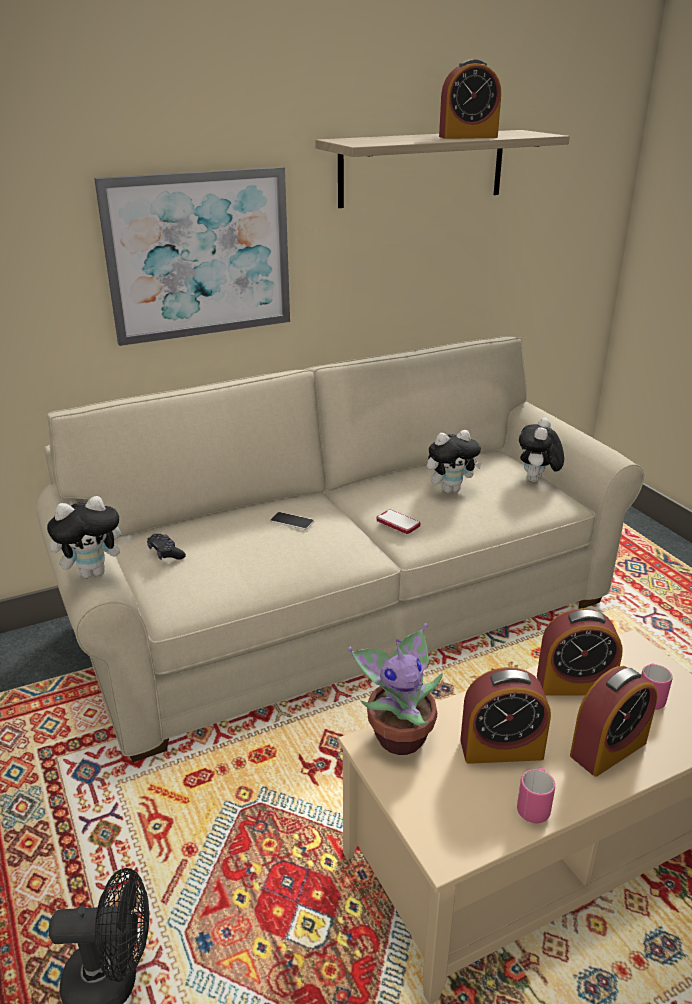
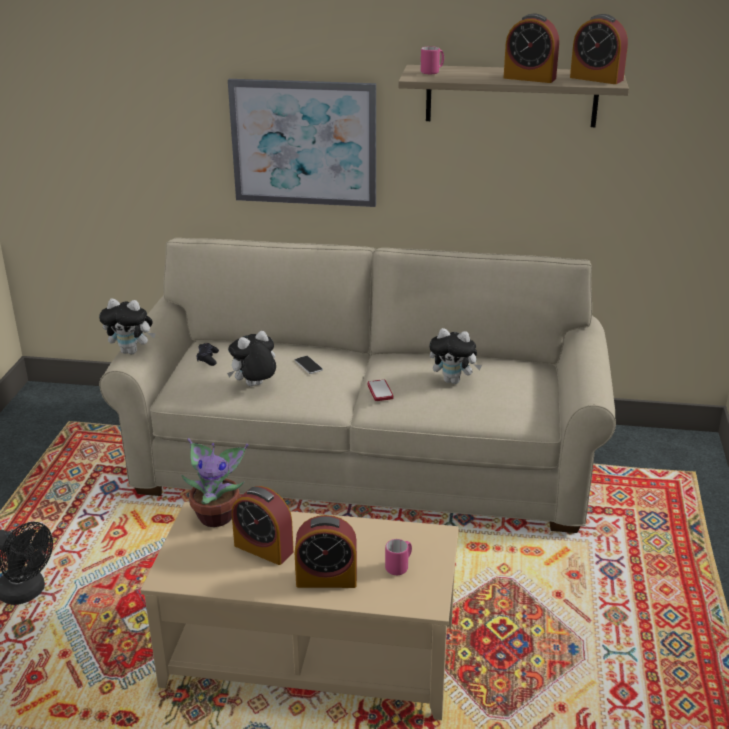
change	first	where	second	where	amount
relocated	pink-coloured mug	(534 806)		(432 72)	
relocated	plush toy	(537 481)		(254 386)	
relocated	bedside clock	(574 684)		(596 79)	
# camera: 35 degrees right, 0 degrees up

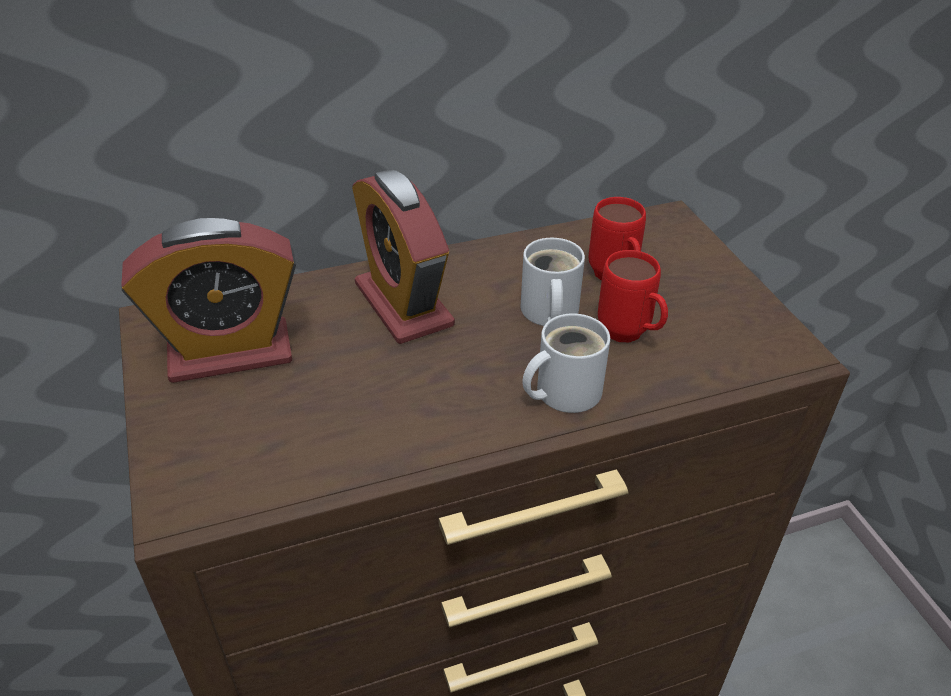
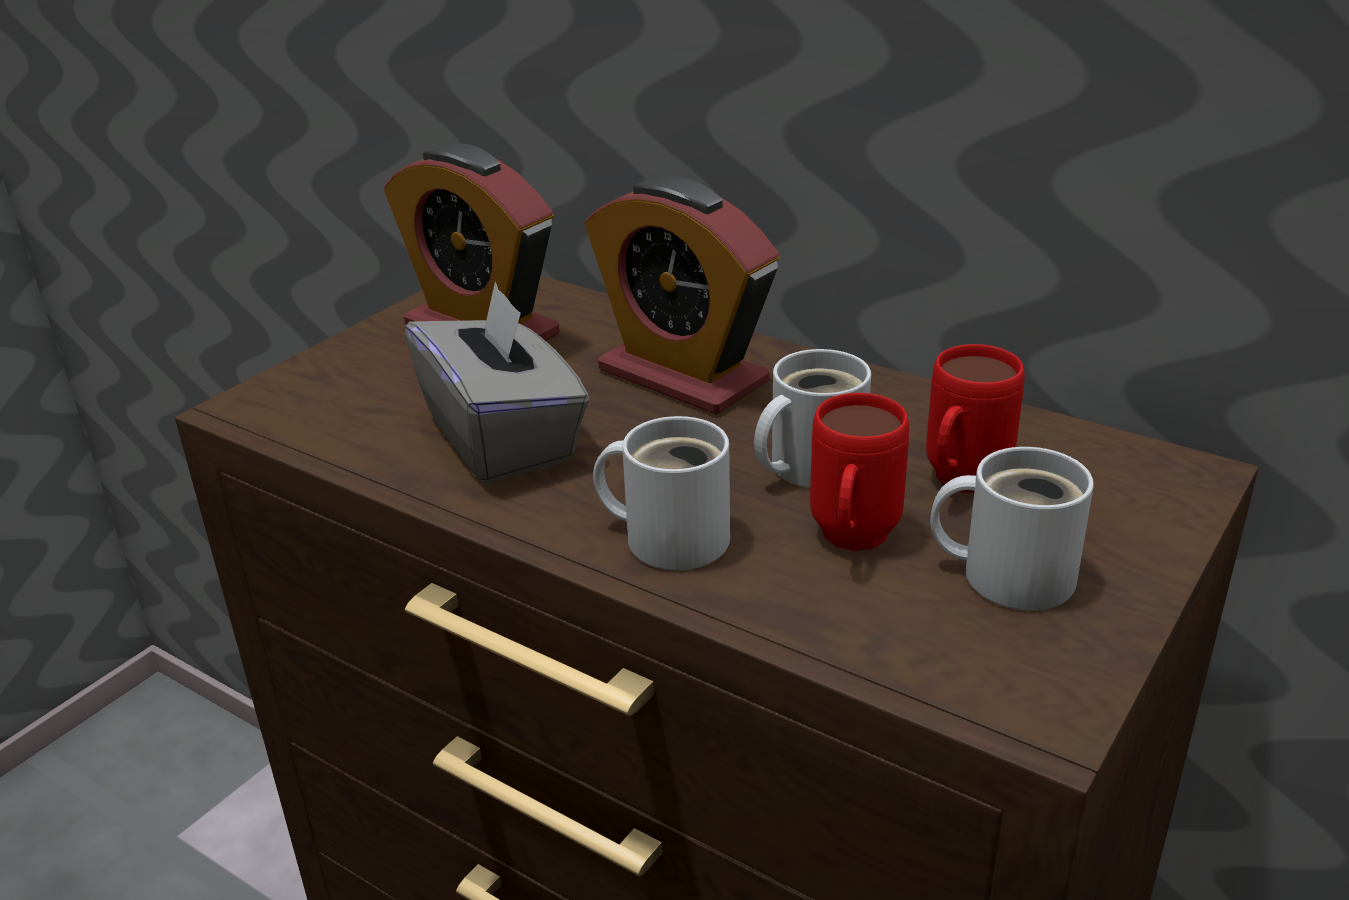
change	first	where	second	where	amount
appeared			greyish box of tissues	(503 438)	
appeared			whitish mug	(1008 573)	
spun	bedside clock	(403 305)		(682 376)	75 degrees counterclockwise
# camera: 55 degrees right, 10 degrees down

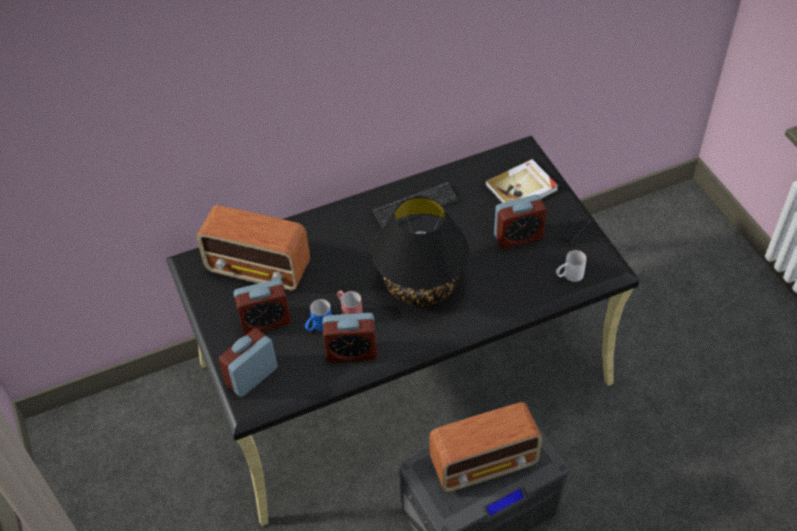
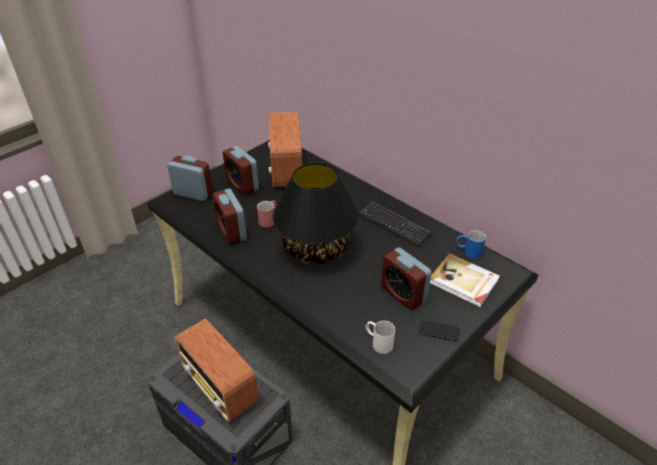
change	first	where	second	where	amount
relocated	bluish mug	(318 326)		(468 251)	
# camera: 65 degrees right, 10 degrees down

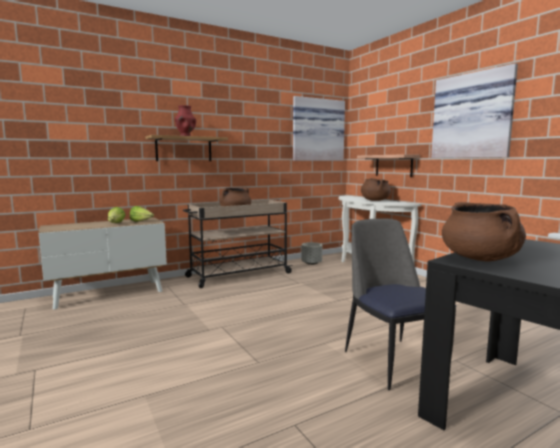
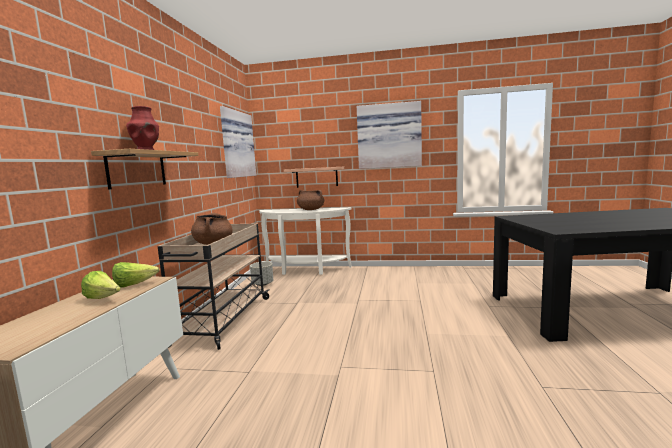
change	first	where	second	where	amount
missing	plain chair	(392 361)			
missing	brownish saucepot	(480 259)			
# camera: 50 degrees left, 0 degrees up

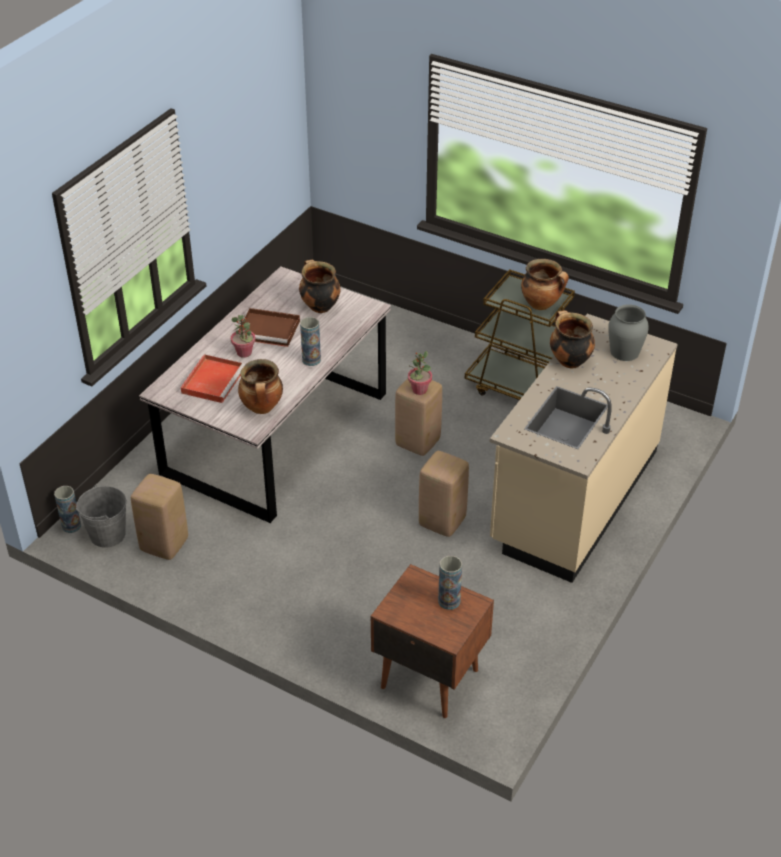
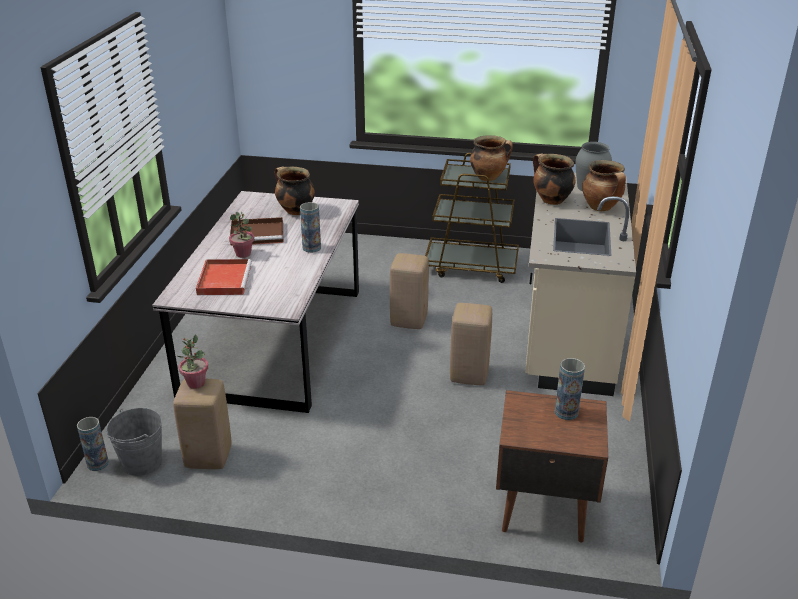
change	first	where	second	where	amount
relocated	saucepot	(262 408)		(601 207)	
relocated	plant in a pot	(419 390)		(195 383)	
# camera: 20 degrees left, 10 degrees down

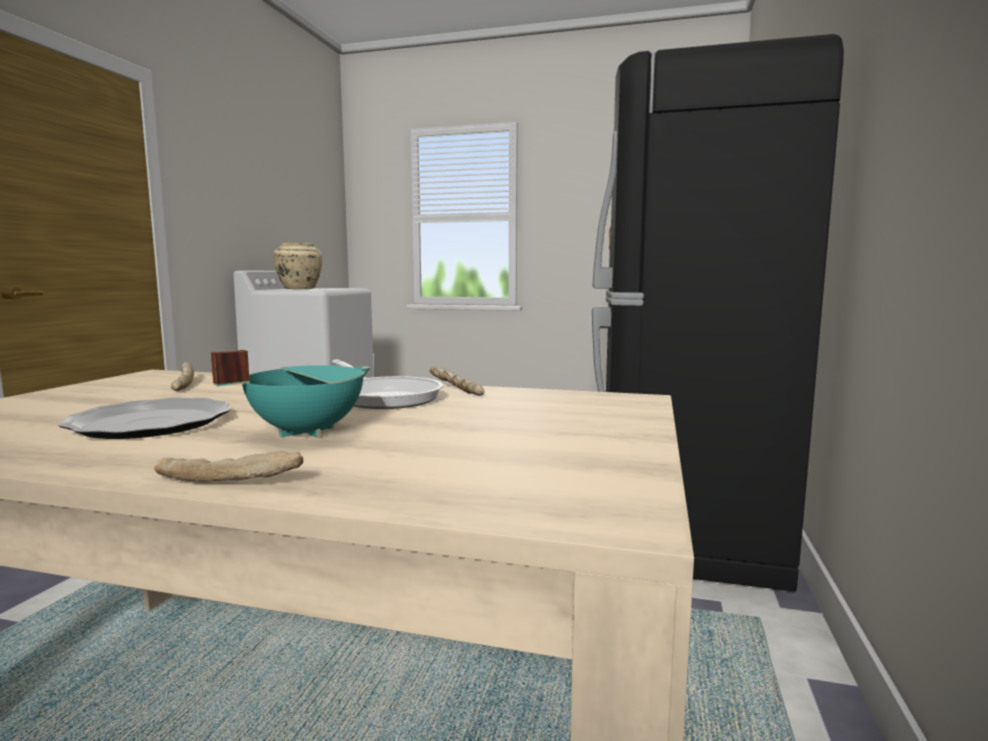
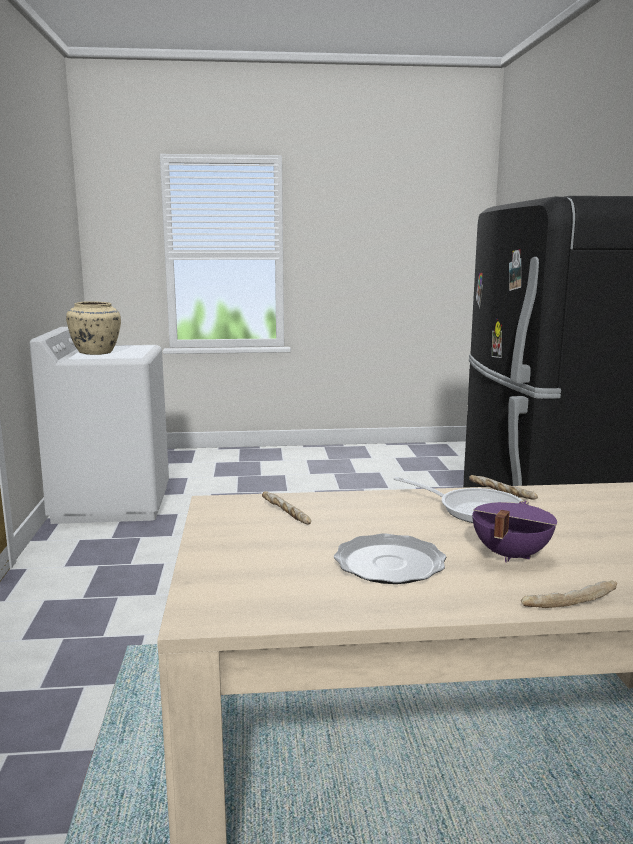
change	first	where	second	where	amount
colour	blue-green saucepot	(305 431)	purplish saucepot	(509 555)	
# camera: 20 degrees left, 5 degrees up

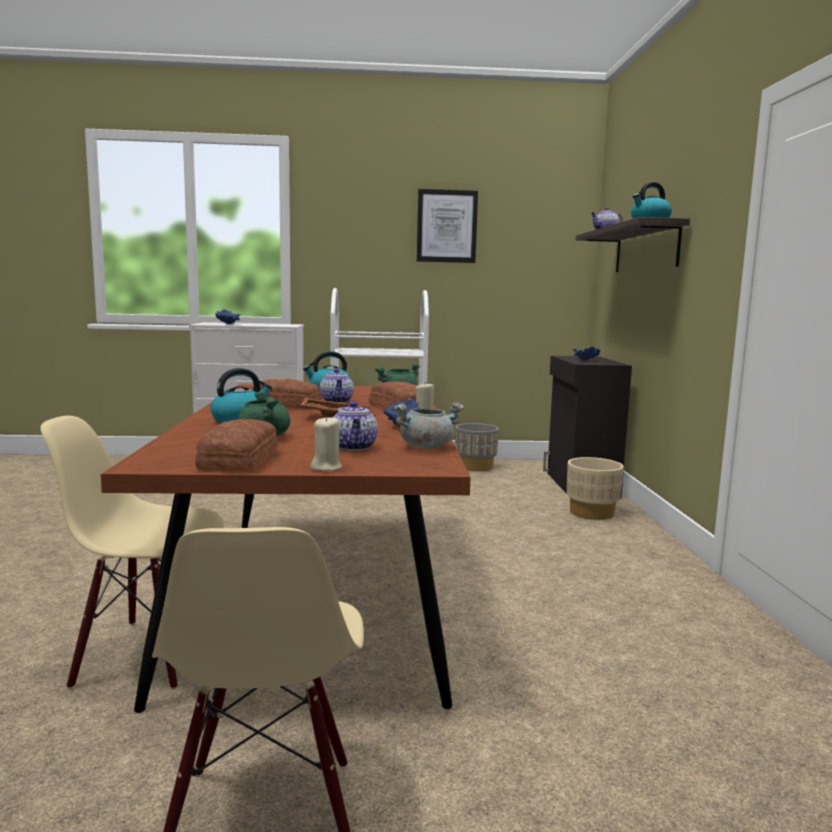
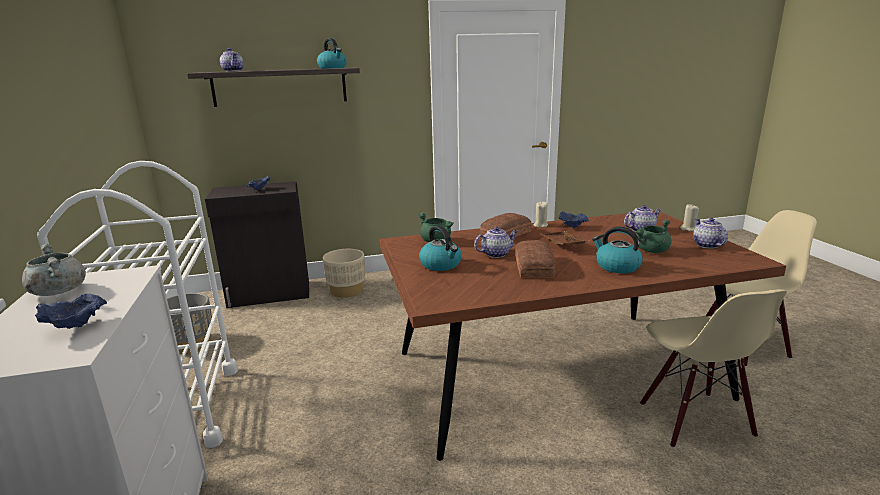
change	first	where	second	where	amount
missing	wall picture	(446 226)			
relocated	greyish saucepot	(426 447)		(58 291)	
exchanged	bakery bread	(241 459)	tea pot	(706 245)	
# camera: 100 degrees left, 10 degrees up

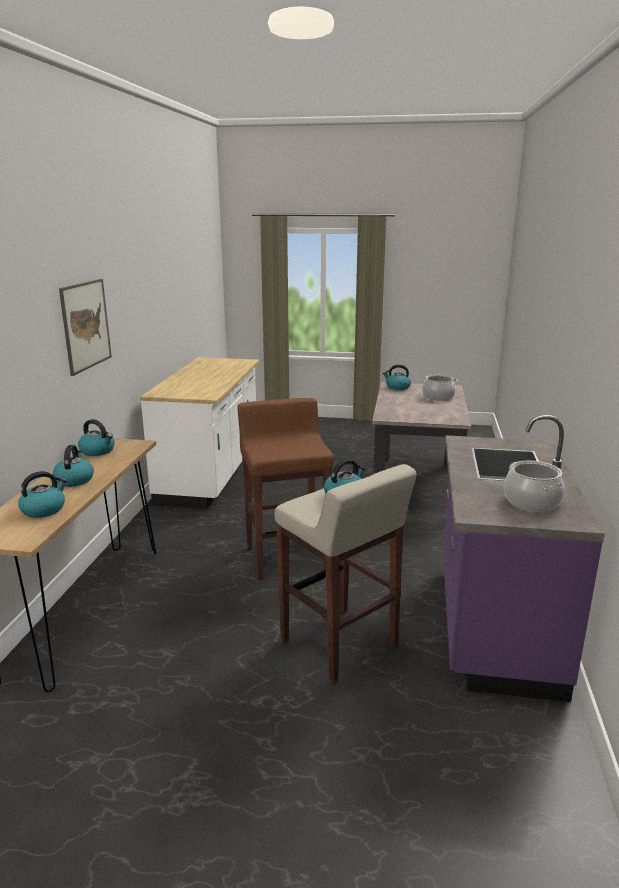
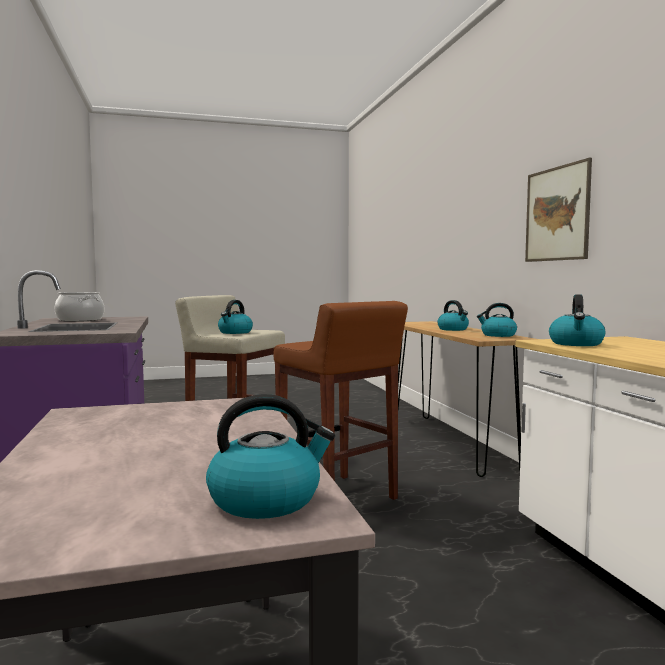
change	first	where	second	where	amount
missing	saucepot	(438 397)			
relocated	kettle	(44 509)		(576 344)	
# camera: 155 degrees right, 15 degrees down

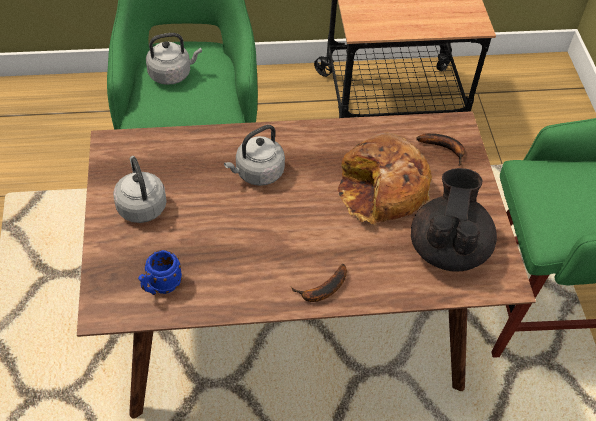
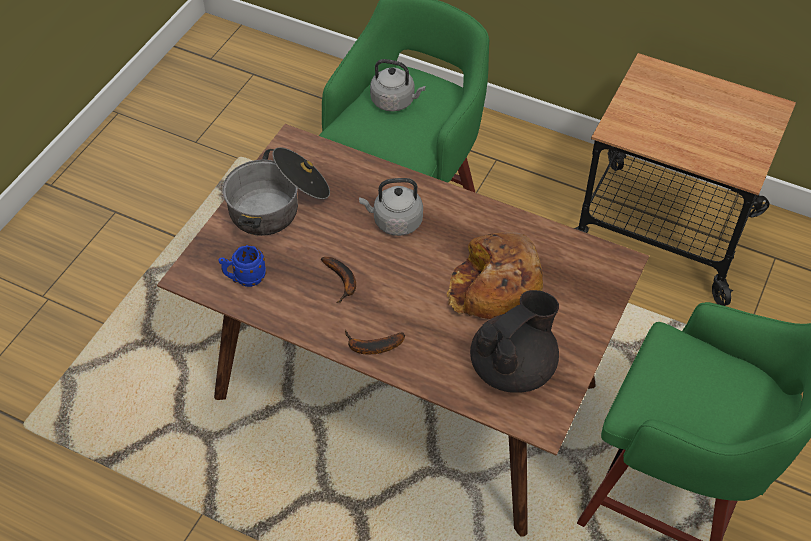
change	first	where	second	where	amount
relocated	banana	(445 149)		(342 281)	
exchanged	greyish kettle	(141 205)	saucepot	(278 205)	
# camera: 35 degrees right, 0 degrees up

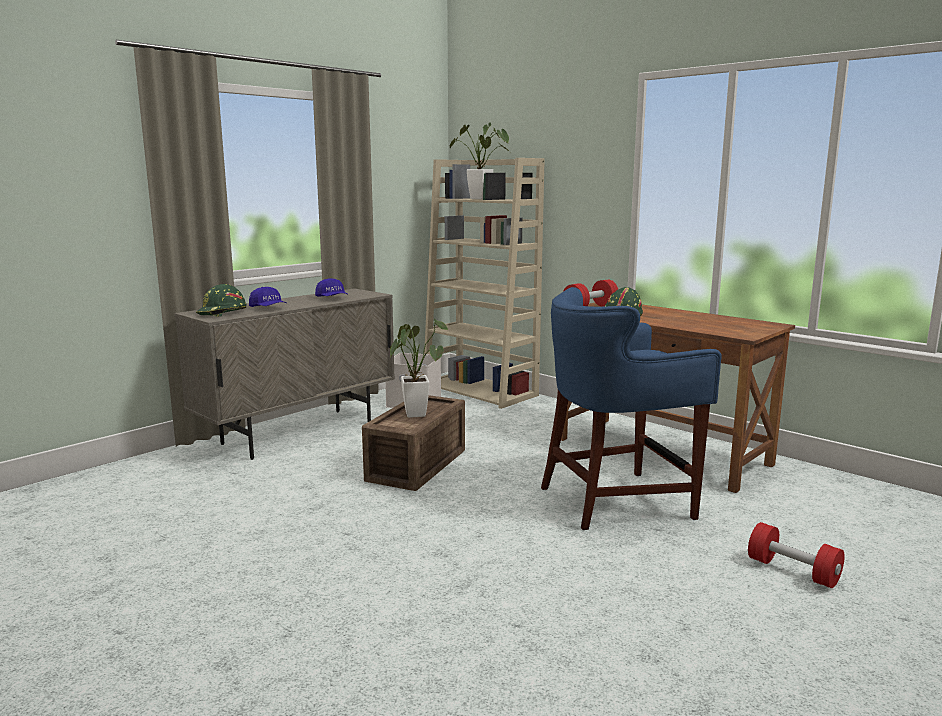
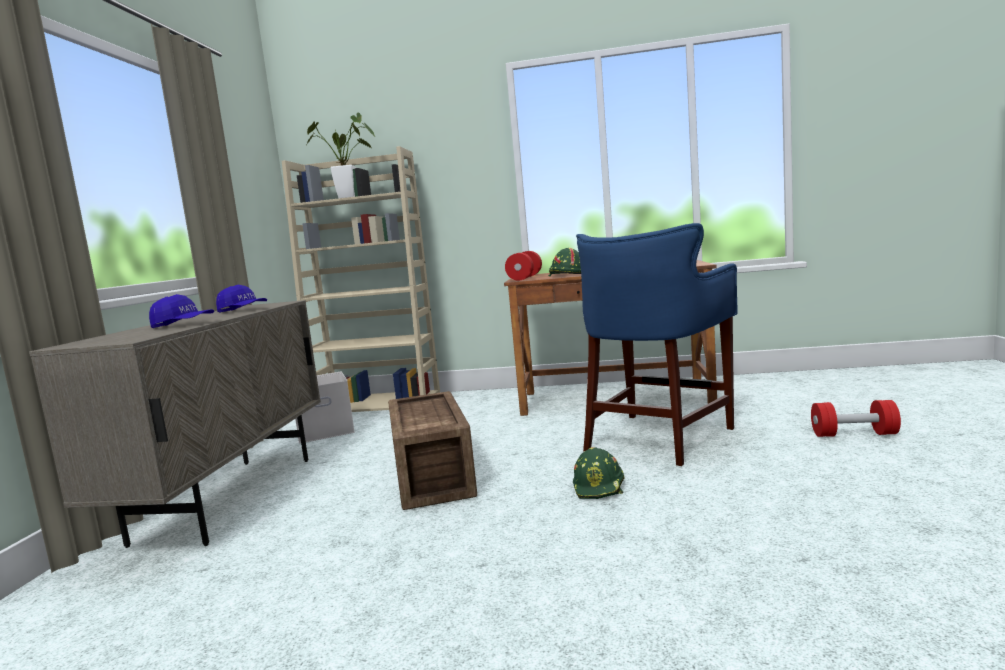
change	first	where	second	where	amount
missing	plant in a pot	(415 412)			
relocated	greenish hard hat	(222 313)		(599 487)	
# camera: 35 degrees left, 5 degrees down

